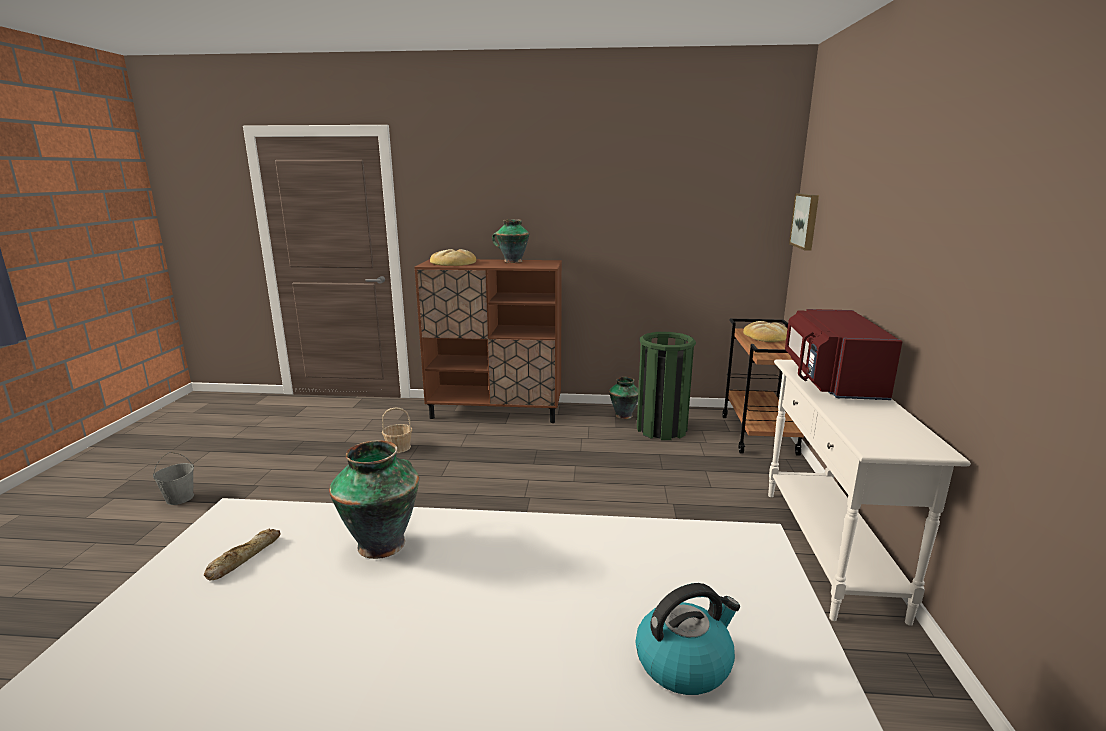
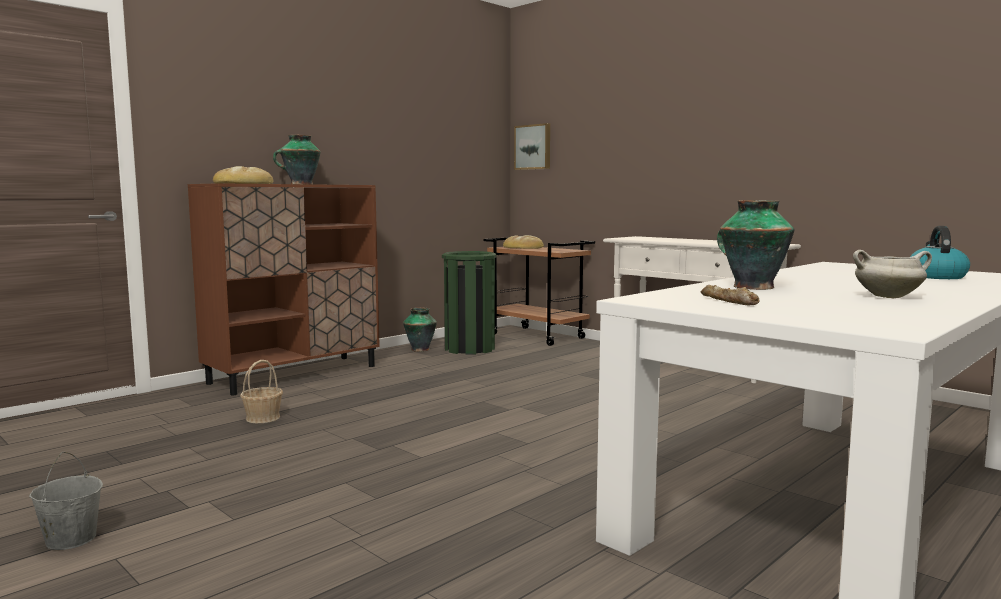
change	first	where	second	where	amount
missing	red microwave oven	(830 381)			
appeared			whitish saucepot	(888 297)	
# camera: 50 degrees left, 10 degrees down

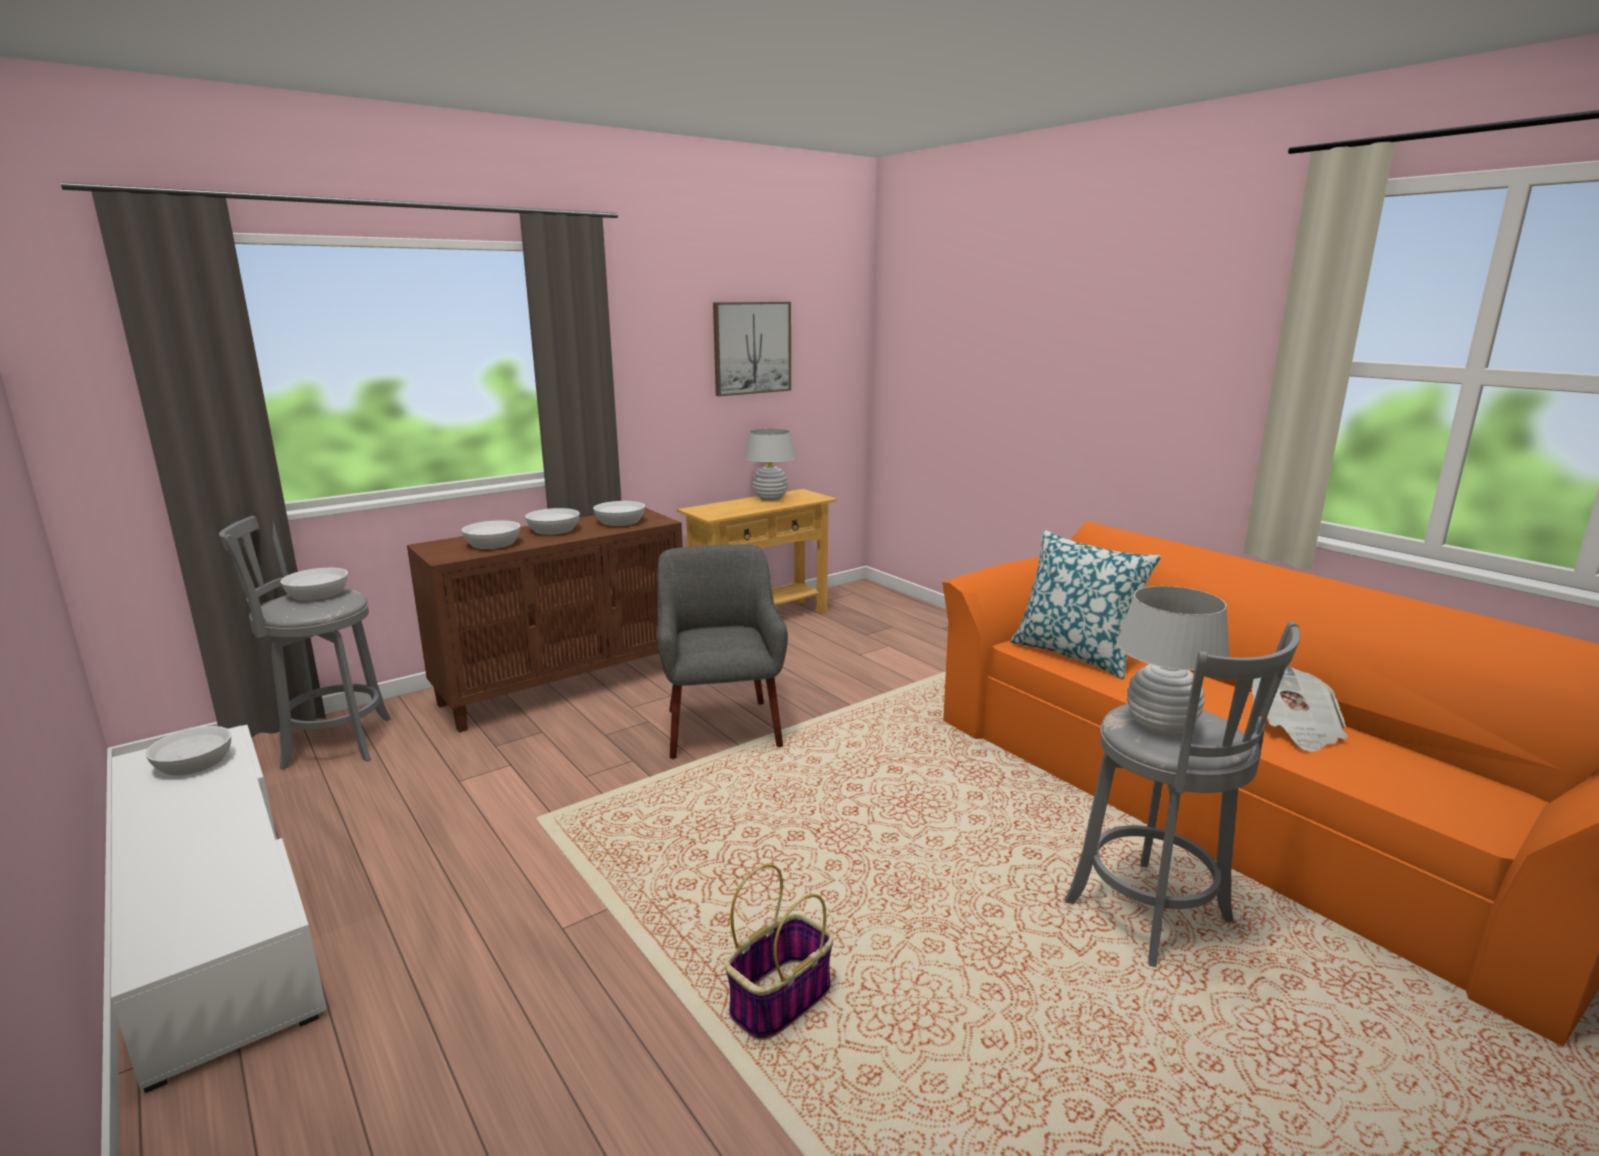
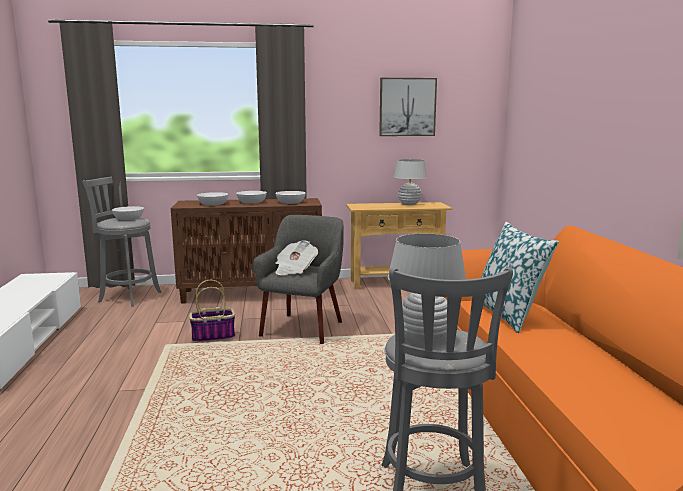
change	first	where	second	where	amount
missing	whitish deep dish	(193 762)			
relocated	storage basket	(781 999)		(214 337)	
relocated	printed paper	(1293 729)		(294 270)	
# camera: 30 degrees right, 5 degrees down

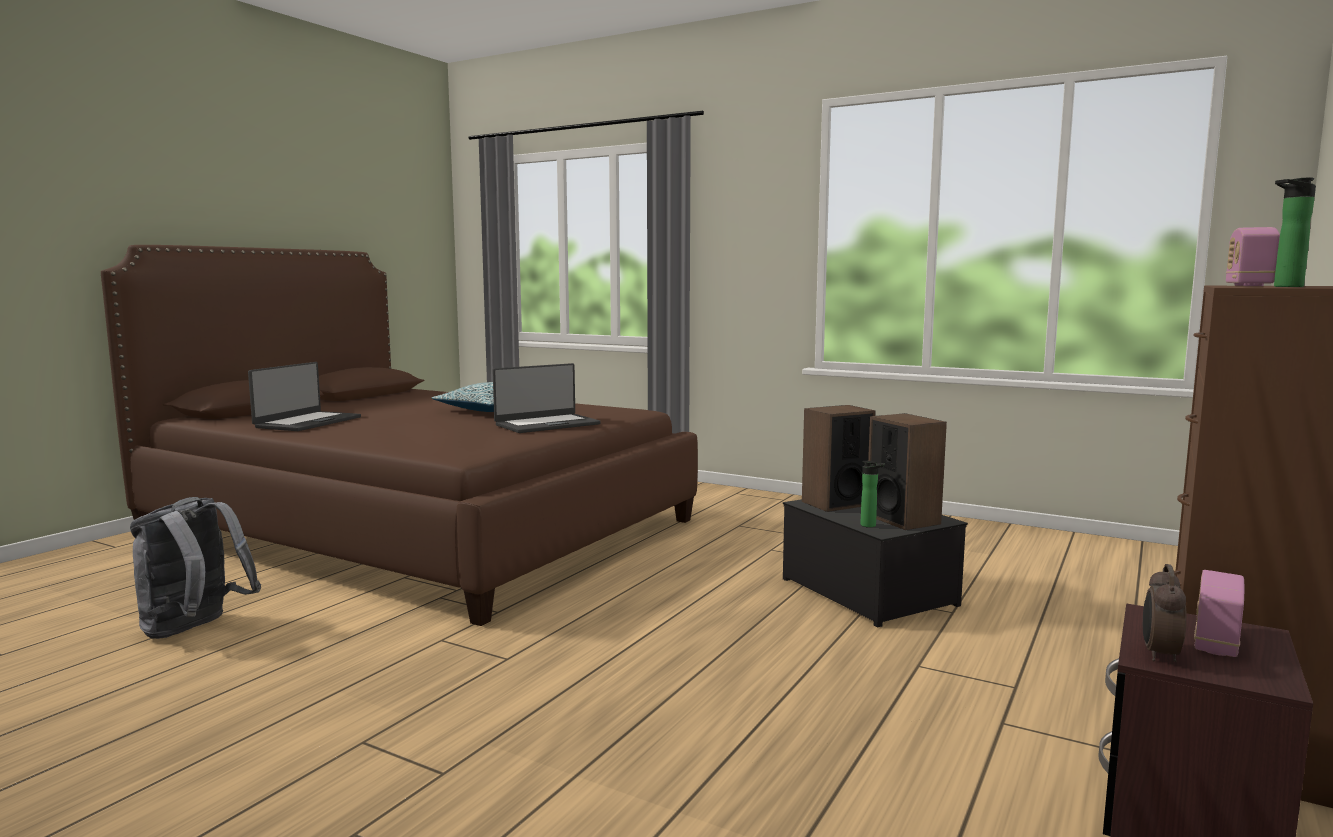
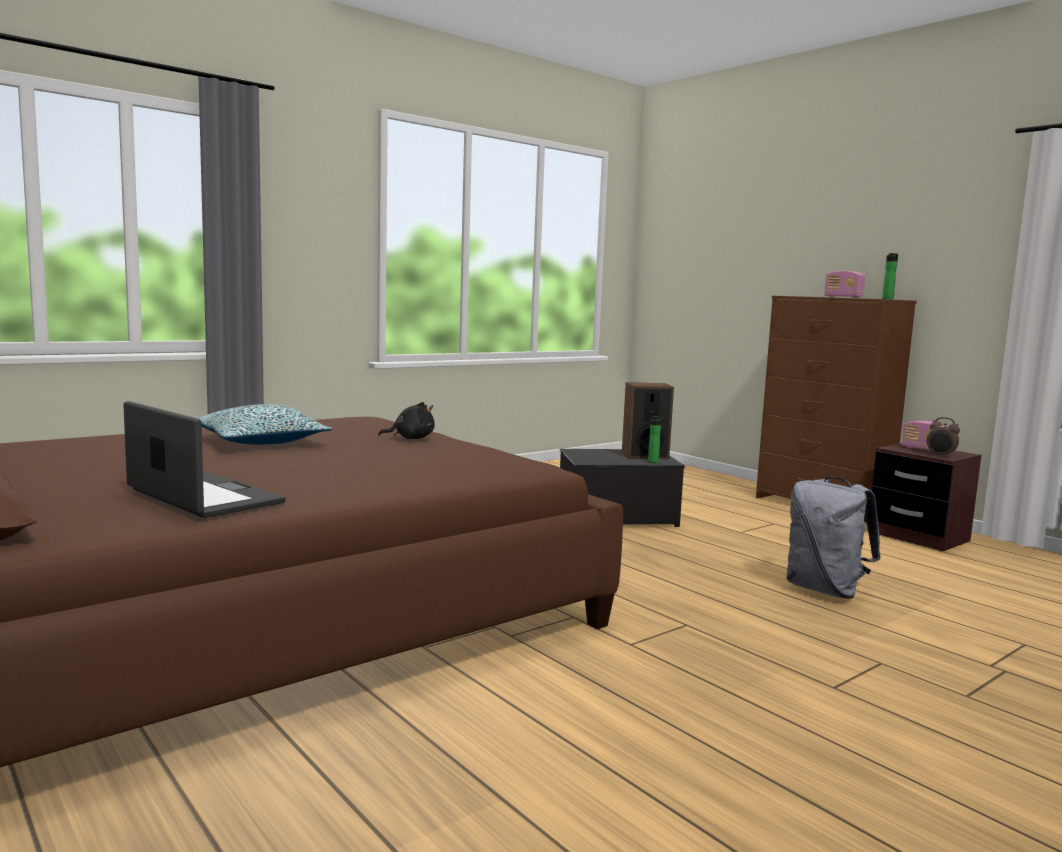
change	first	where	second	where	amount
missing	speaker	(836 503)			
relocated	greyish rucksack	(195 630)		(825 590)	
exchanged	notebook computer	(546 424)	black plush toy	(411 438)	
# camera: 70 degrees left, 0 degrees up

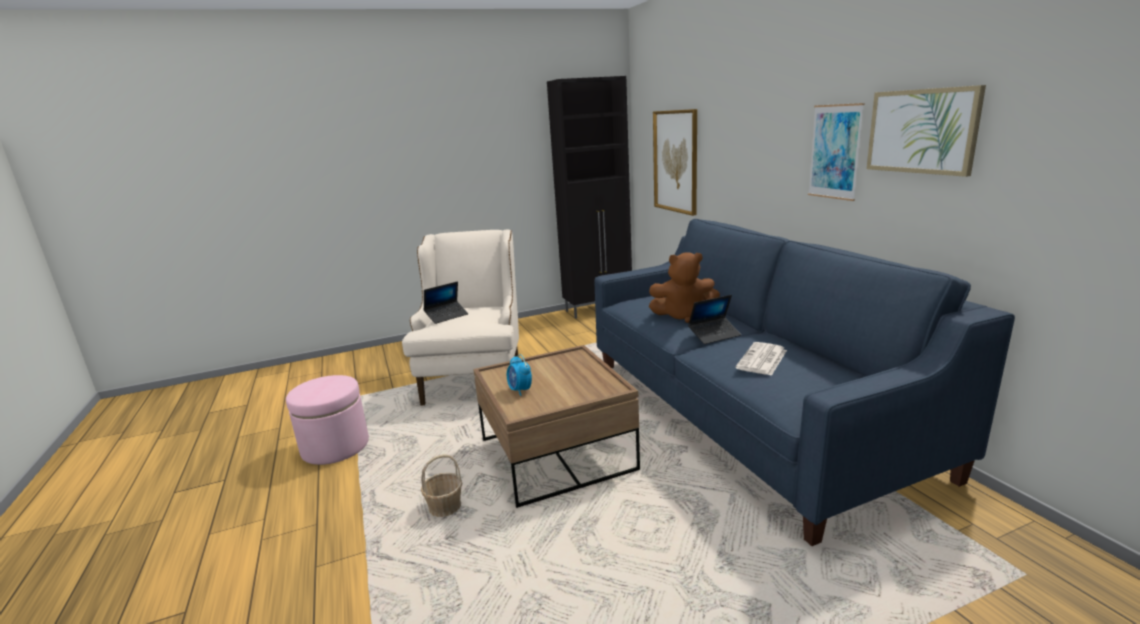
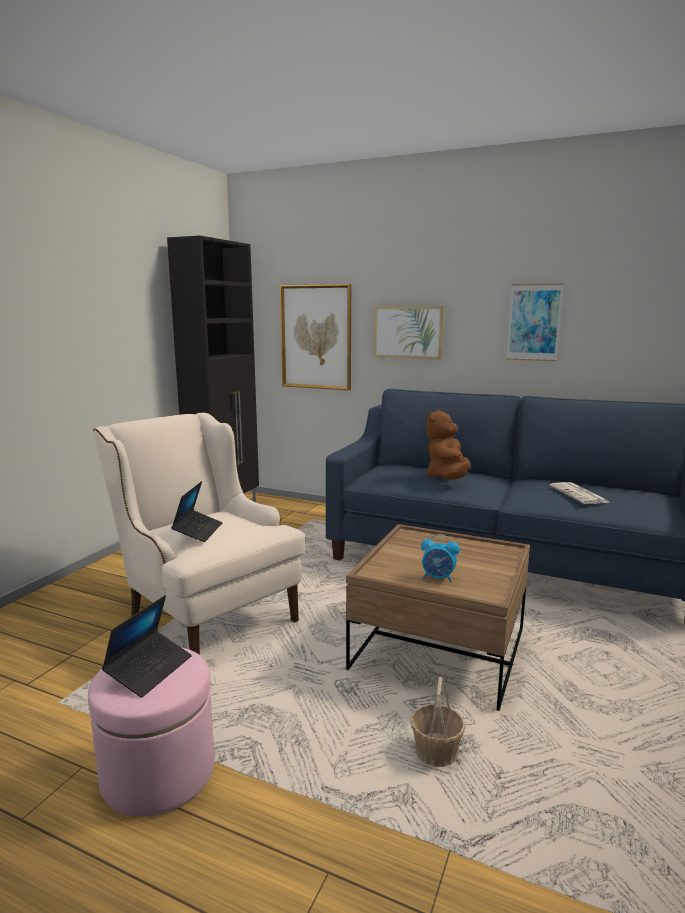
change	first	where	second	where	amount
relocated	notebook computer	(714 335)		(149 670)	
relocated	wall picture	(922 131)		(408 332)	
spun	brownish plush toy	(683 315)		(448 478)	150 degrees clockwise
# camera: 45 degrees left, 5 degrees down

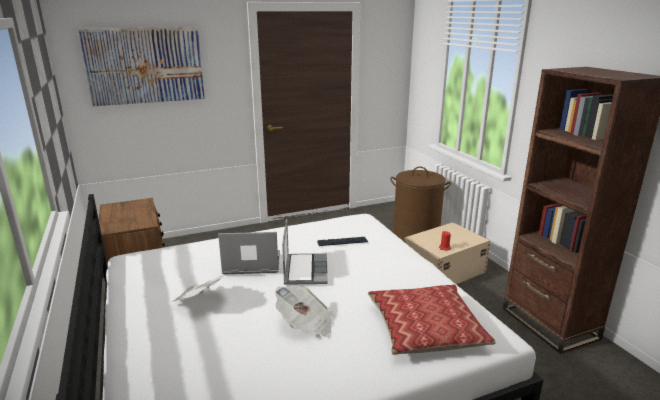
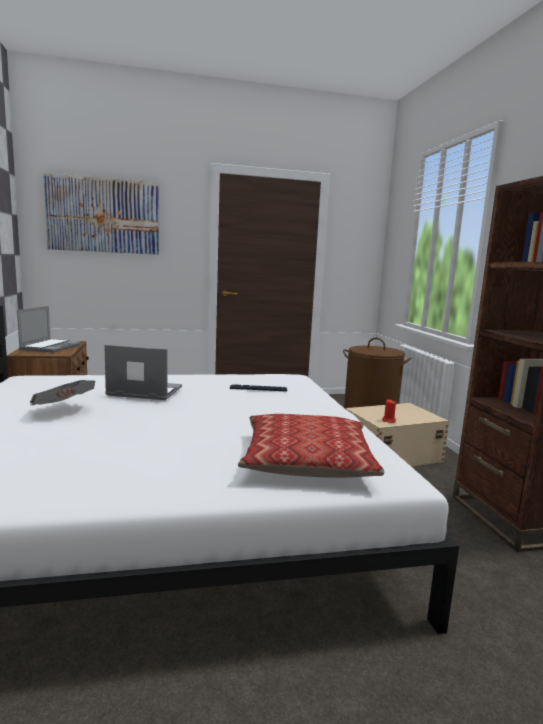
change	first	where	second	where	amount
missing	printed paper	(305 324)			
relocated	notebook computer	(305 270)		(50 347)	
# camera: 10 degrees right, 10 degrees down

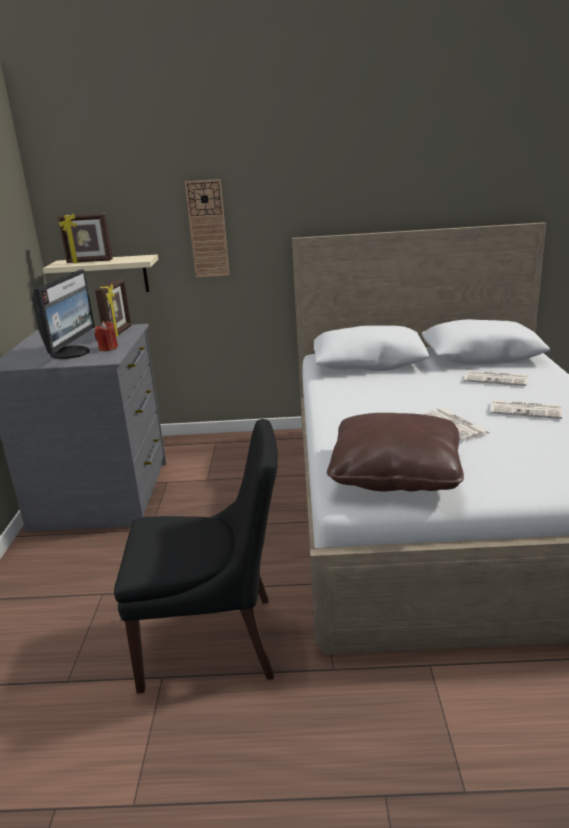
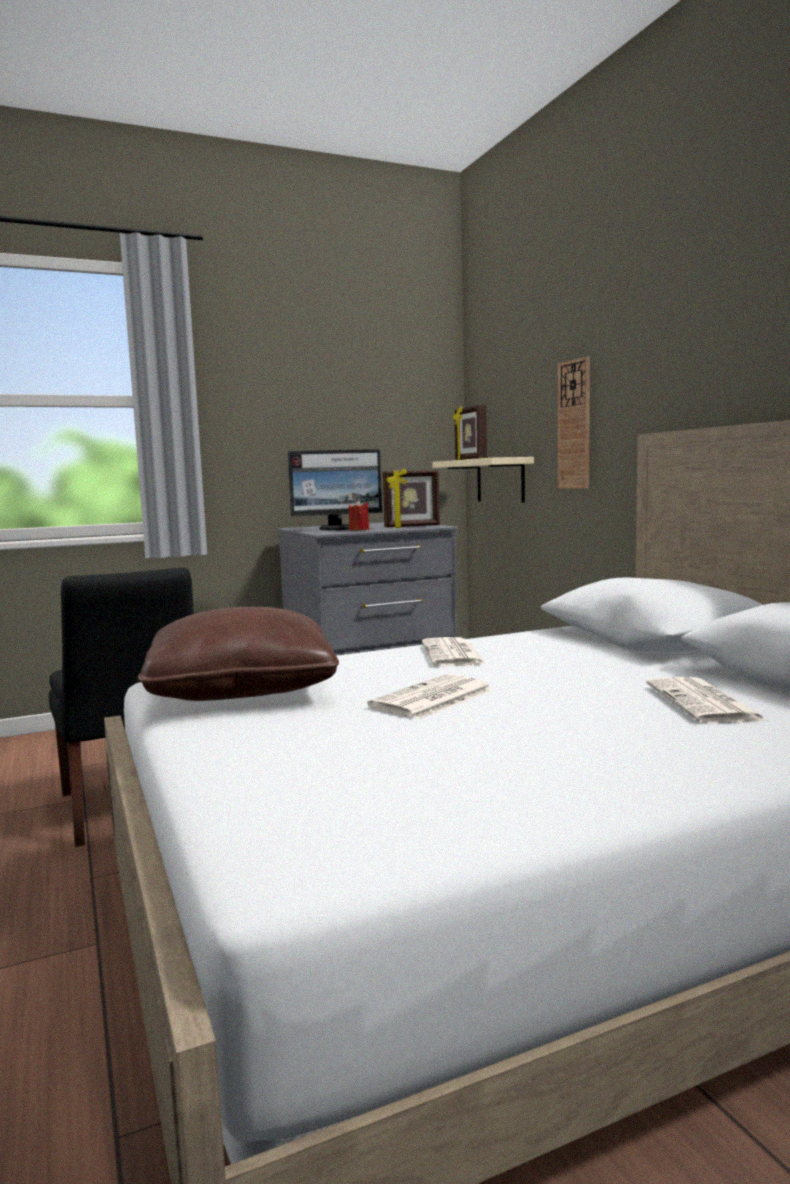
change	first	where	second	where	amount
relocated	printed paper	(526 410)		(453 654)	
# camera: 65 degrees right, 15 degrees down

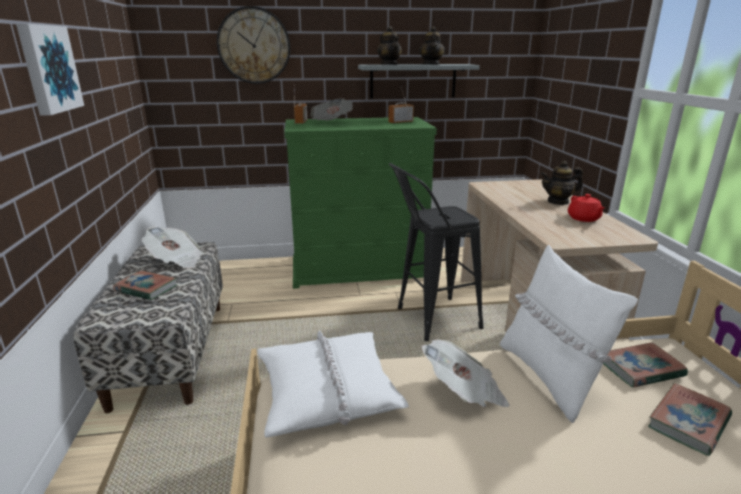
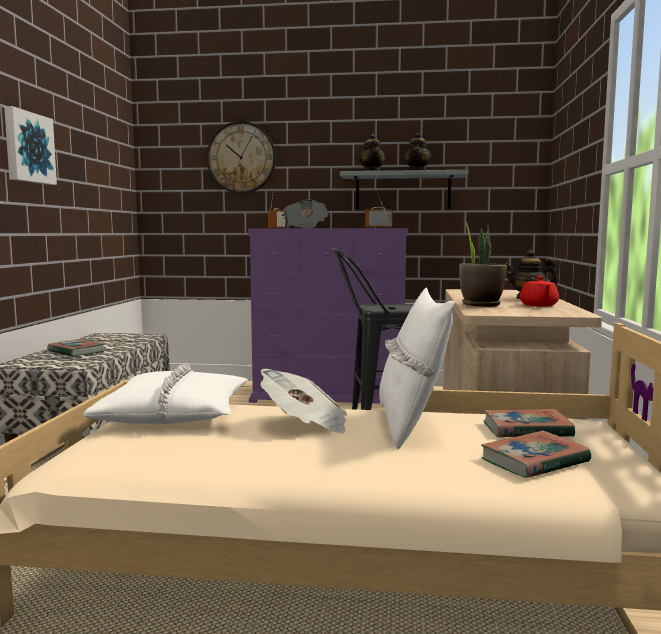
change	first	where	second	where	amount
missing	printed paper	(176 260)			
appeared			plant in a pot	(481 305)	
colour	greenish dresser	(359 268)	purplish dresser	(332 394)	
# camera: 15 degrees right, 15 degrees down

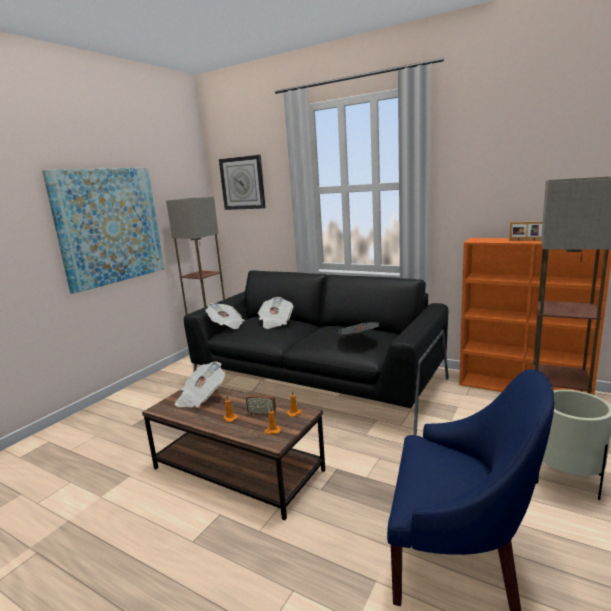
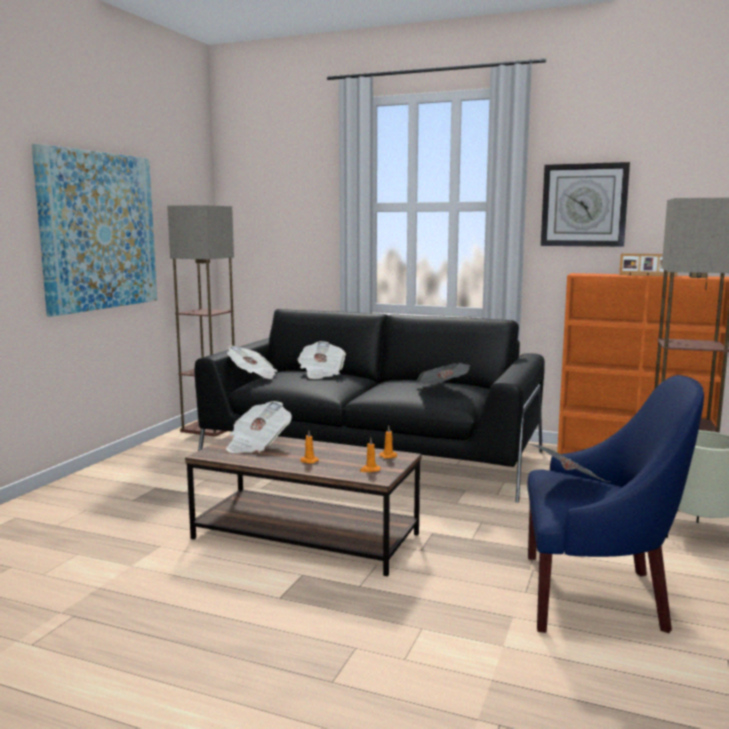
change	first	where	second	where	amount
missing	radio	(262 413)			
appeared			printed paper	(570 484)	
relocated	clock on the wall	(242 183)		(584 205)	
# camera: 10 degrees left, 5 degrees down

